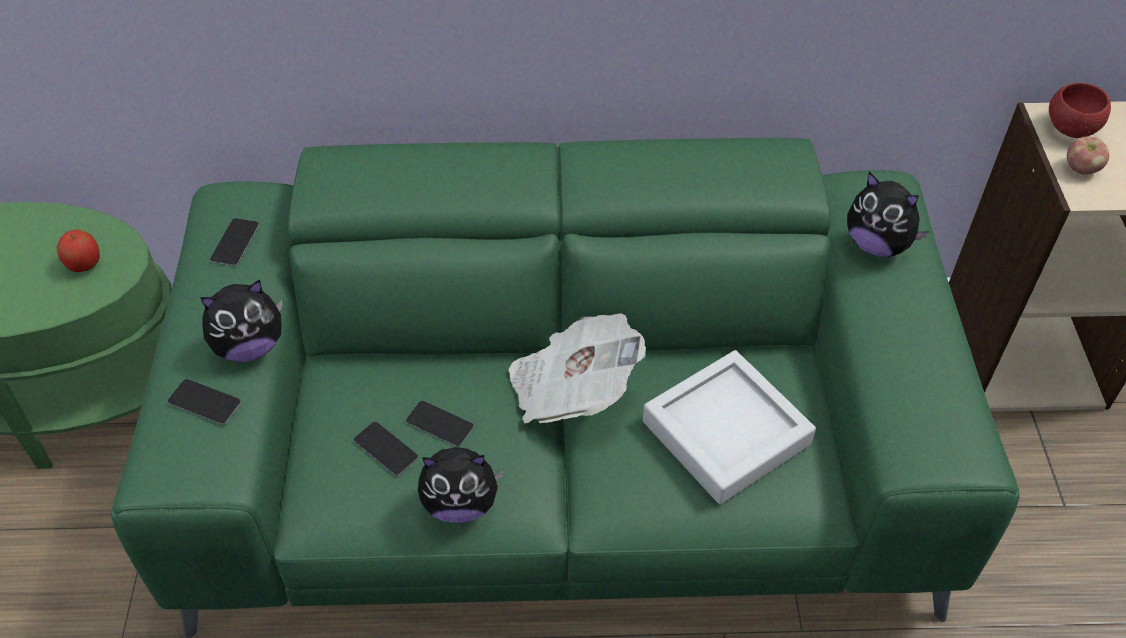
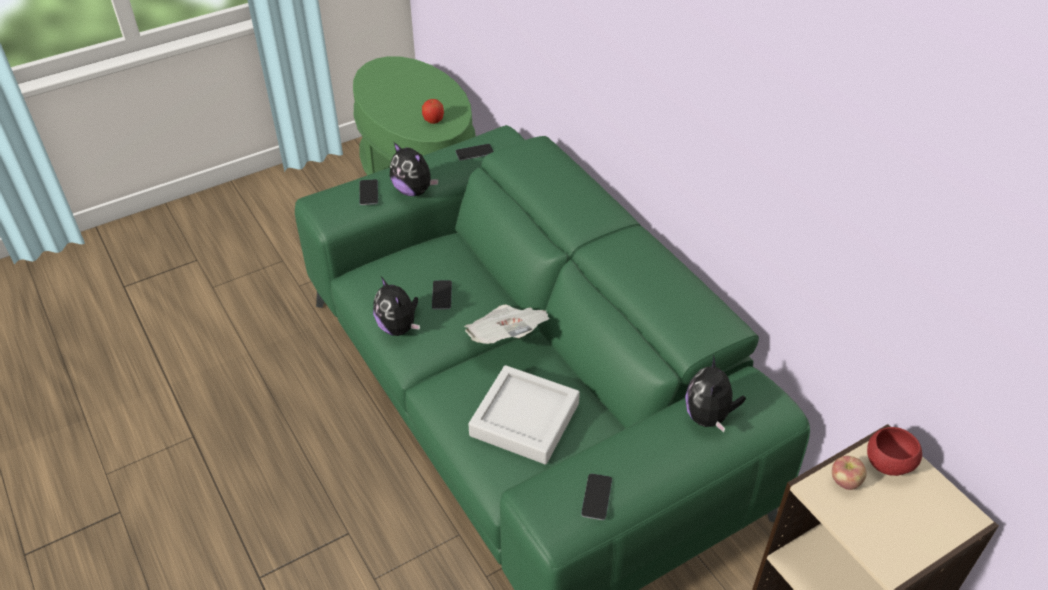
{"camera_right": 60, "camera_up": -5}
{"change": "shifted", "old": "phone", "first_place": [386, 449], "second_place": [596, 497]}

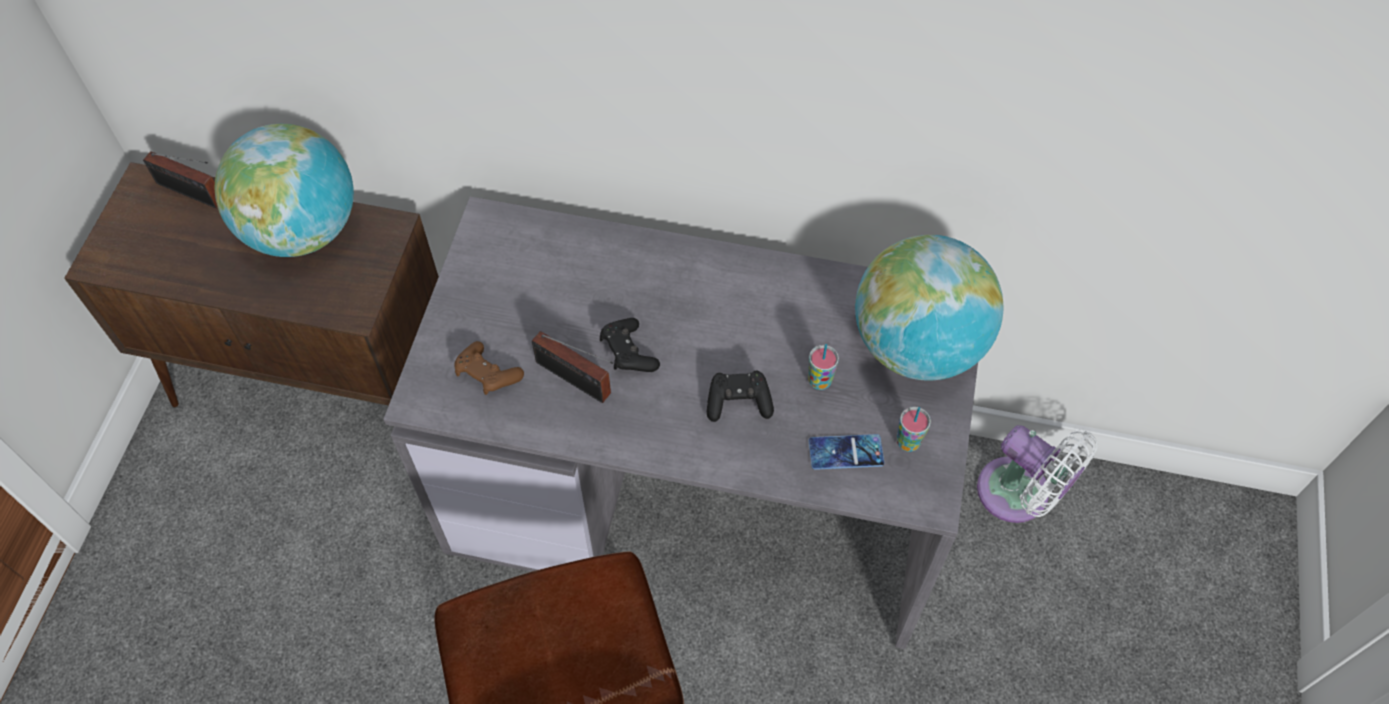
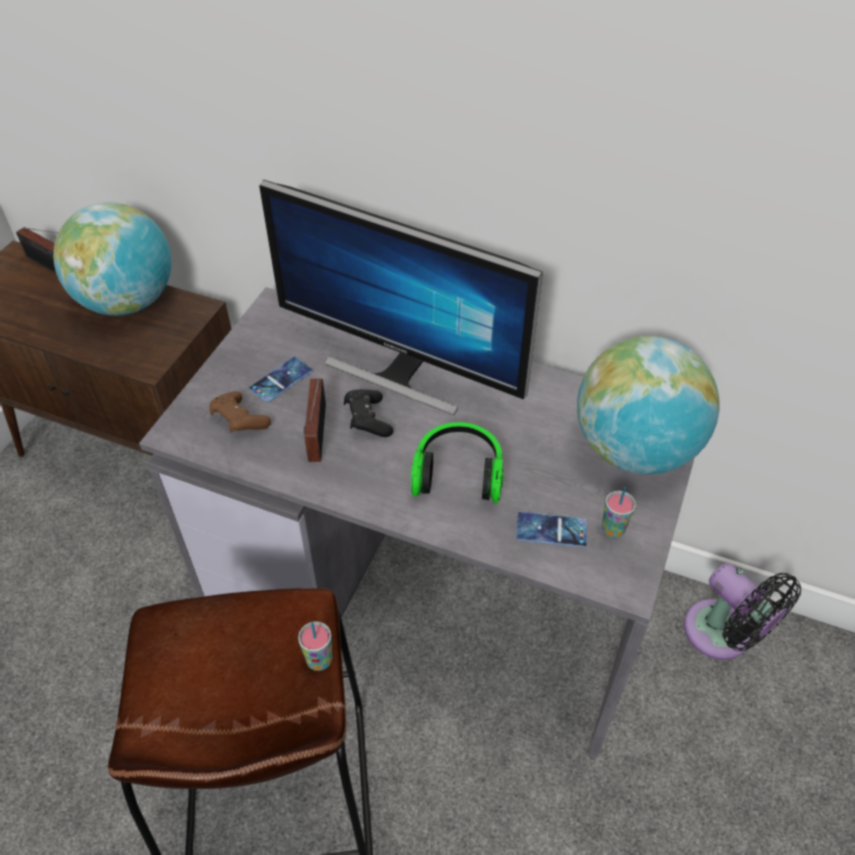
{"camera_right": 10, "camera_up": -10}
{"change": "new", "new": "phone", "second_place": [280, 380]}
{"change": "new", "new": "monitor", "second_place": [401, 298]}
{"change": "shifted", "old": "cup", "first_place": [823, 367], "second_place": [315, 646]}
{"change": "swapped", "old": "game controller (black)", "new": "headphones", "first_place": [740, 396], "second_place": [457, 463]}
{"change": "repainted", "old": "fan (white)", "new": "fan (black)", "first_place": [1037, 474], "second_place": [742, 611]}
{"change": "rotated", "old": "radio", "first_place": [572, 367], "second_place": [315, 420], "degrees": 45}

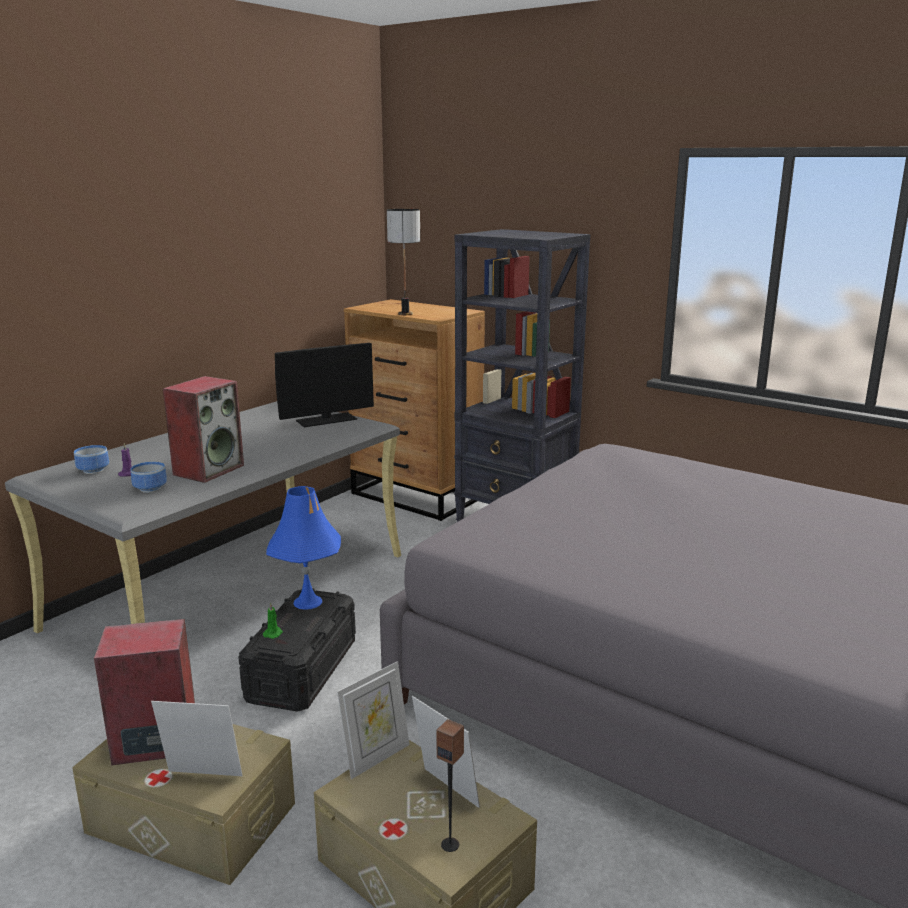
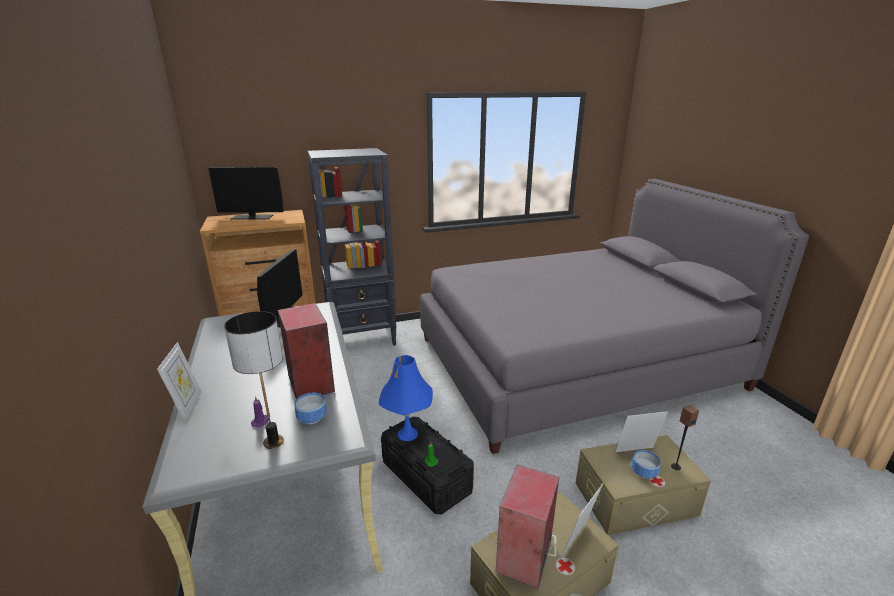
{"camera_right": -55, "camera_up": 5}
{"change": "new", "new": "monitor", "second_place": [246, 193]}
{"change": "shifted", "old": "bowl", "first_place": [91, 459], "second_place": [646, 464]}
{"change": "shifted", "old": "picture frame", "first_place": [373, 720], "second_place": [179, 382]}
{"change": "shifted", "old": "table lamp", "first_place": [403, 262], "second_place": [254, 380]}

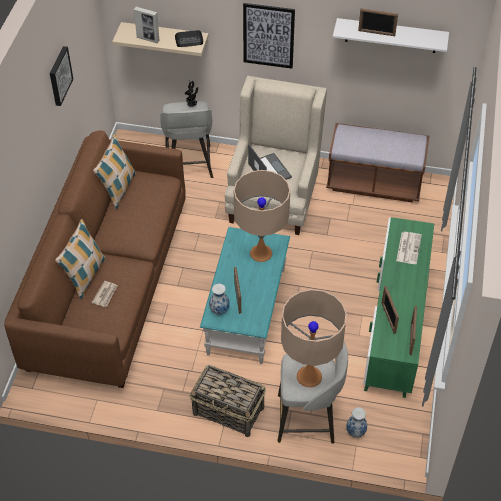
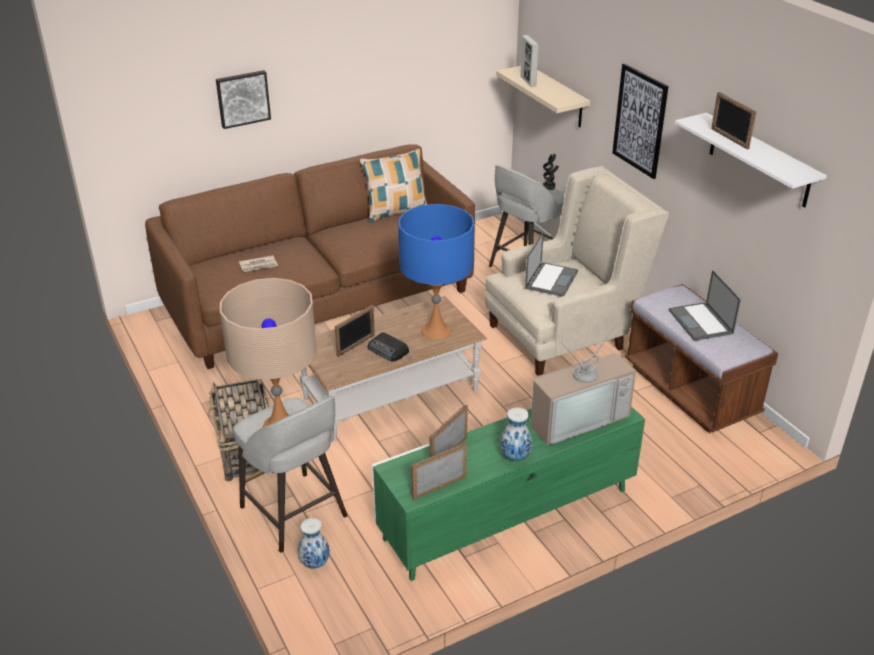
{"camera_right": 50, "camera_up": -15}
{"change": "gone", "old": "pillow", "first_place": [80, 259]}
{"change": "new", "new": "laptop", "second_place": [705, 305]}
{"change": "shifted", "old": "picture", "first_place": [61, 76], "second_place": [243, 99]}
{"change": "shifted", "old": "radio", "first_place": [189, 38], "second_place": [388, 347]}
{"change": "shifted", "old": "vase", "first_place": [219, 299], "second_place": [516, 434]}
{"change": "swapped", "old": "newspaper", "new": "television", "first_place": [409, 248], "second_place": [583, 384]}
{"change": "repainted", "old": "coffee table (turquoise)", "new": "coffee table (brown)", "first_place": [245, 295], "second_place": [393, 368]}
{"change": "repainted", "old": "table lamp (beige)", "new": "table lamp (blue)", "first_place": [262, 216], "second_place": [436, 272]}

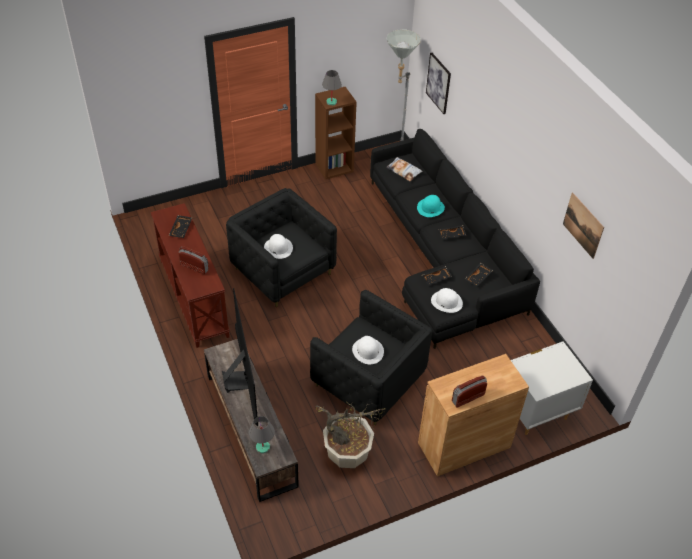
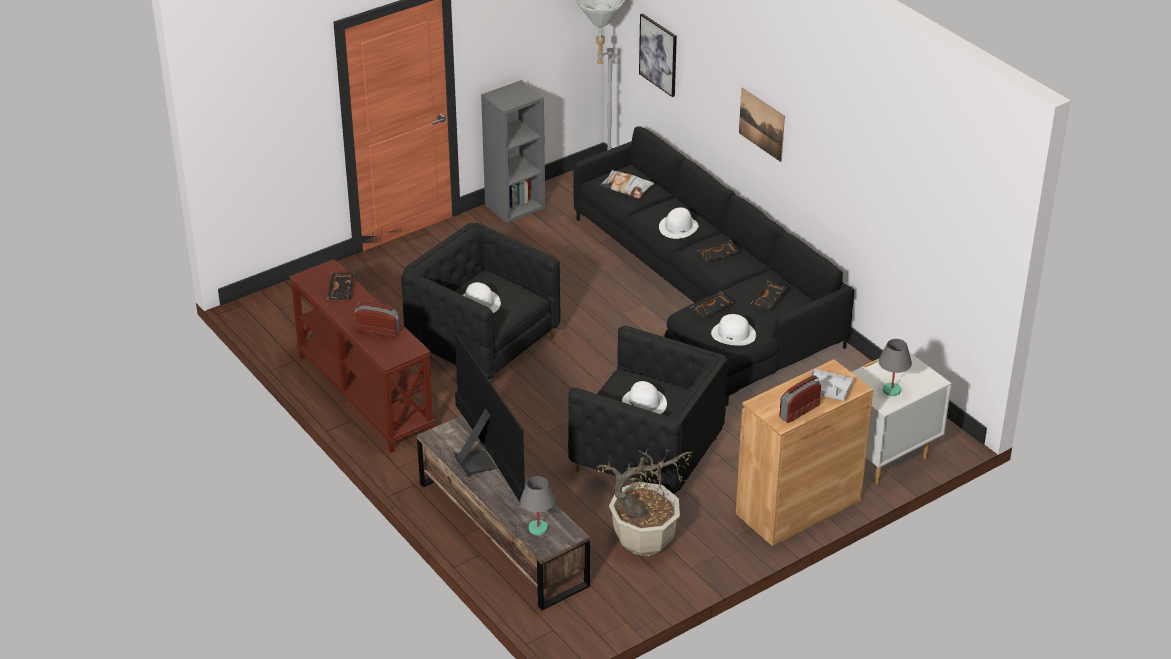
{"camera_right": -10, "camera_up": -10}
{"change": "new", "new": "tray (grey)", "second_place": [831, 385]}
{"change": "shifted", "old": "table lamp (grey)", "first_place": [332, 88], "second_place": [895, 367]}
{"change": "shifted", "old": "picture", "first_place": [583, 225], "second_place": [762, 125]}
{"change": "repainted", "old": "bookcase (brown)", "new": "bookcase (grey)", "first_place": [336, 133], "second_place": [513, 151]}
{"change": "repainted", "old": "hat (turquoise)", "new": "hat (white)", "first_place": [431, 206], "second_place": [678, 223]}

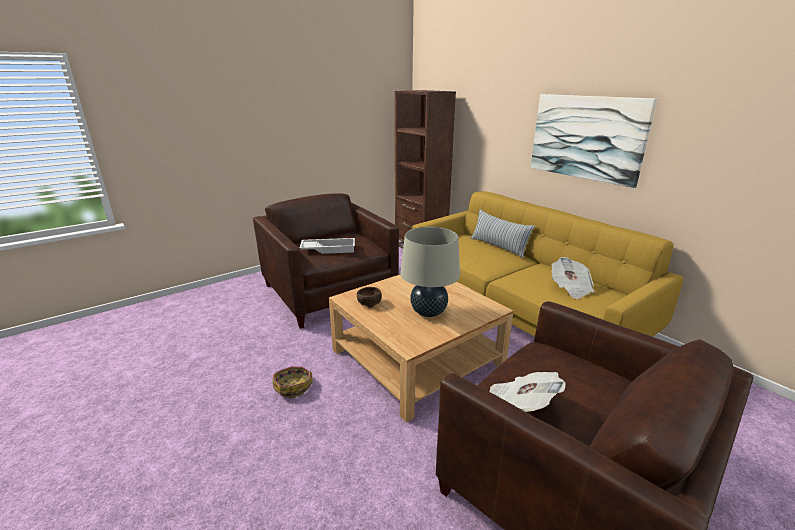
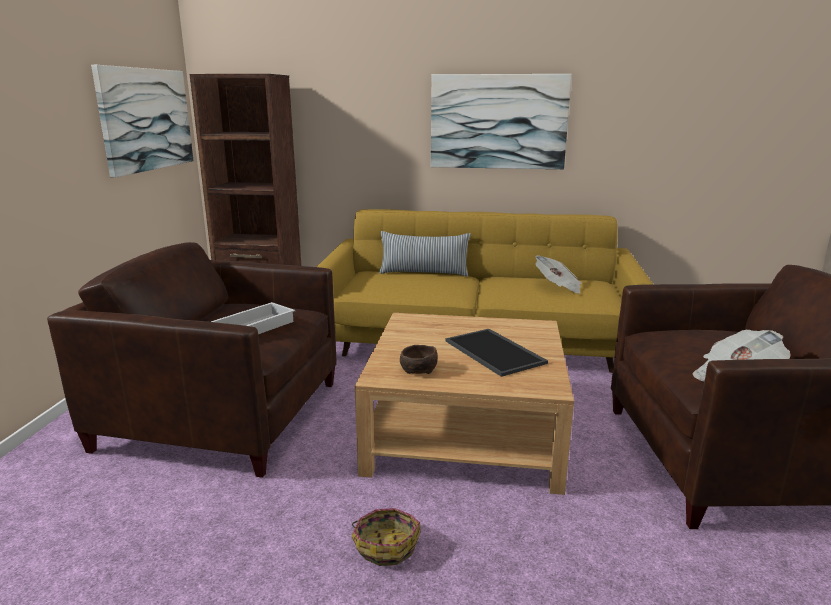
{"camera_right": -45, "camera_up": -5}
{"change": "new", "new": "picture", "second_place": [142, 121]}
{"change": "swapped", "old": "table lamp (beige)", "new": "tray", "first_place": [430, 272], "second_place": [497, 353]}

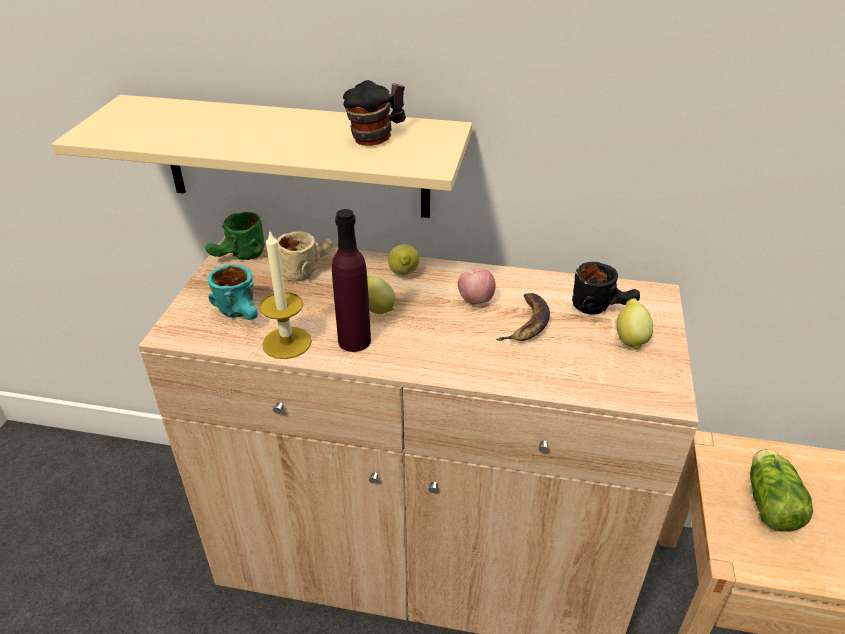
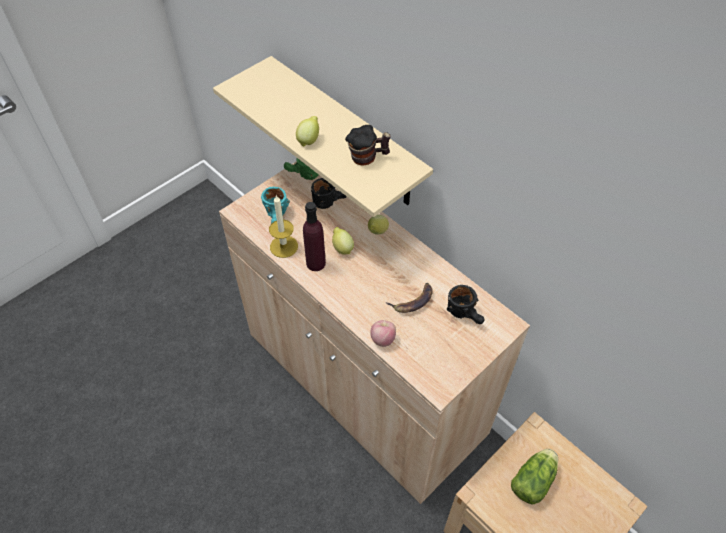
{"camera_right": 35, "camera_up": 15}
{"change": "shifted", "old": "apple", "first_place": [476, 286], "second_place": [383, 333]}
{"change": "shifted", "old": "lemon", "first_place": [634, 324], "second_place": [307, 131]}
{"change": "repainted", "old": "mug (beige)", "new": "mug (black)", "first_place": [305, 256], "second_place": [329, 193]}

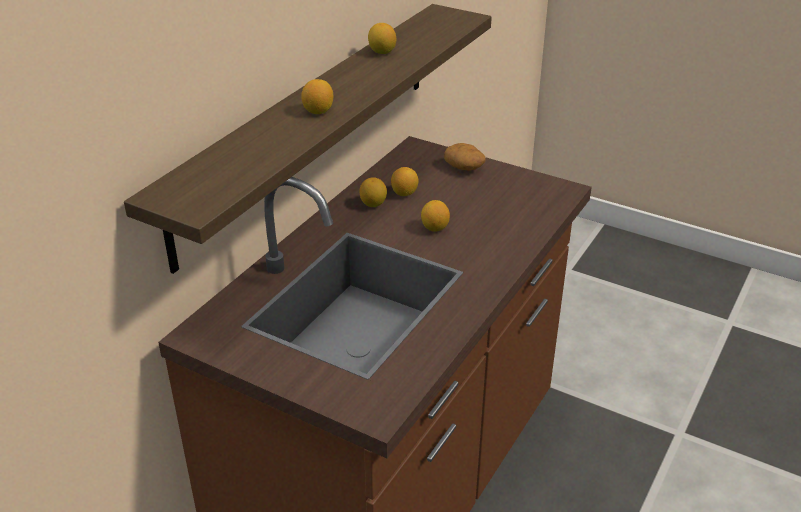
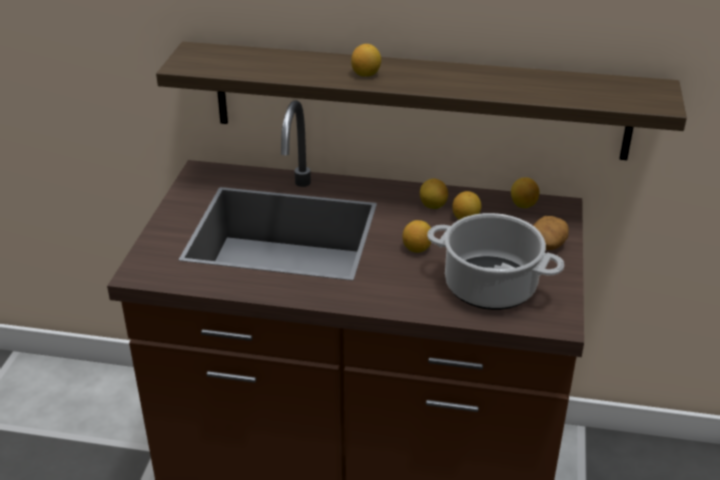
{"camera_right": 70, "camera_up": 0}
{"change": "new", "new": "cooking pot", "second_place": [495, 261]}
{"change": "shifted", "old": "lemon", "first_place": [382, 38], "second_place": [525, 192]}

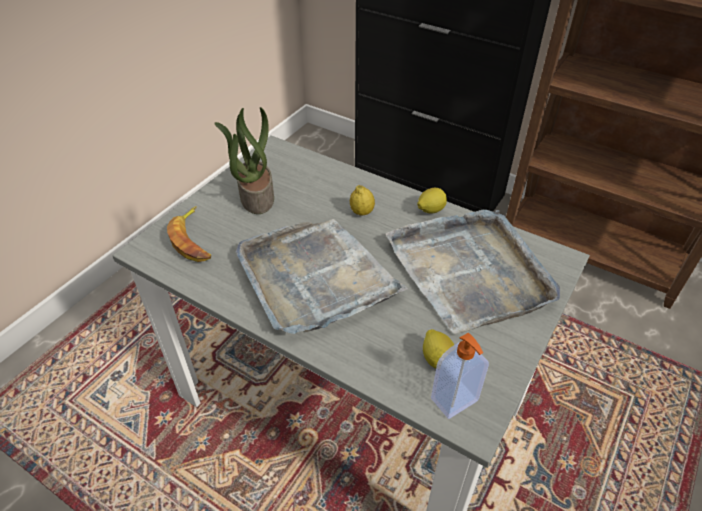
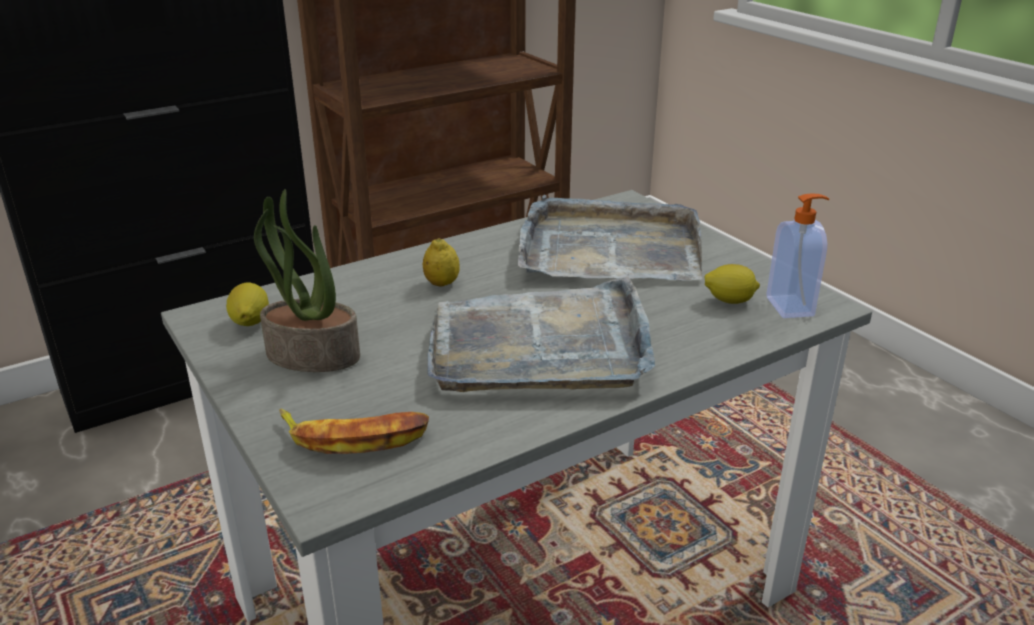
{"camera_right": -65, "camera_up": -15}
{"change": "shifted", "old": "lemon", "first_place": [432, 201], "second_place": [247, 304]}

